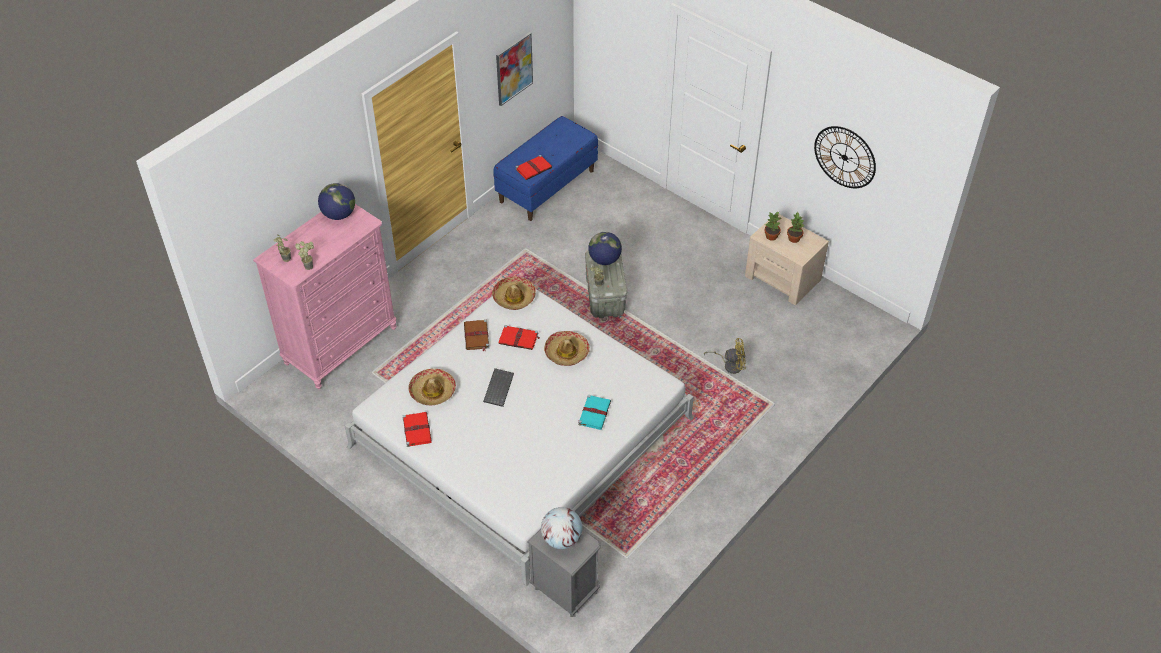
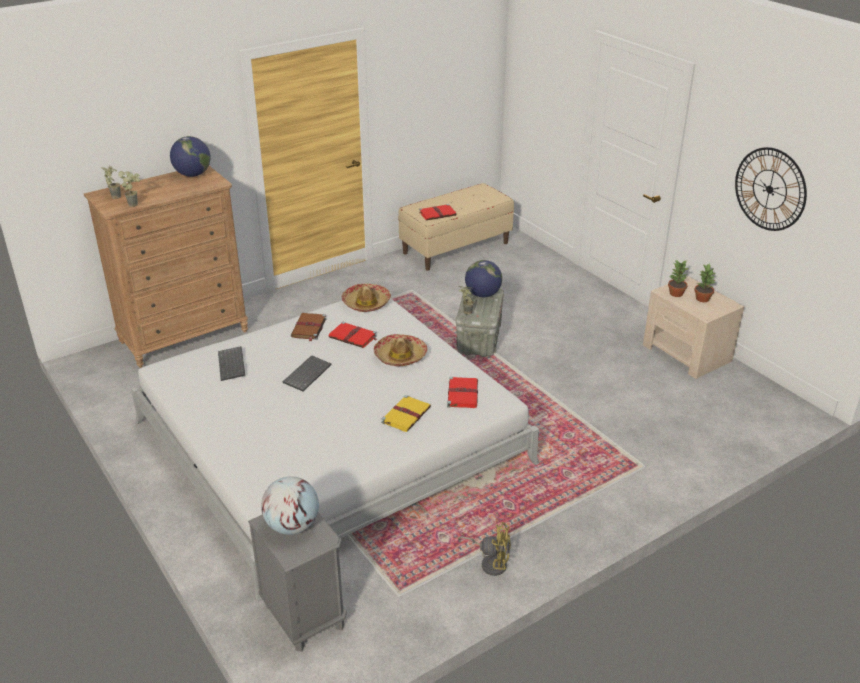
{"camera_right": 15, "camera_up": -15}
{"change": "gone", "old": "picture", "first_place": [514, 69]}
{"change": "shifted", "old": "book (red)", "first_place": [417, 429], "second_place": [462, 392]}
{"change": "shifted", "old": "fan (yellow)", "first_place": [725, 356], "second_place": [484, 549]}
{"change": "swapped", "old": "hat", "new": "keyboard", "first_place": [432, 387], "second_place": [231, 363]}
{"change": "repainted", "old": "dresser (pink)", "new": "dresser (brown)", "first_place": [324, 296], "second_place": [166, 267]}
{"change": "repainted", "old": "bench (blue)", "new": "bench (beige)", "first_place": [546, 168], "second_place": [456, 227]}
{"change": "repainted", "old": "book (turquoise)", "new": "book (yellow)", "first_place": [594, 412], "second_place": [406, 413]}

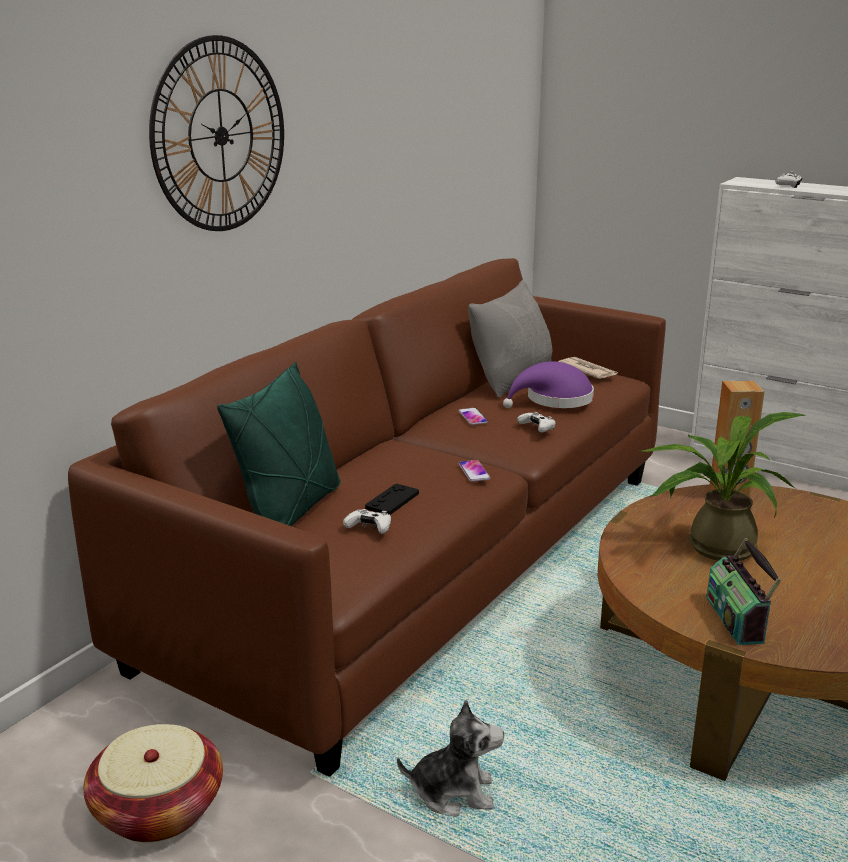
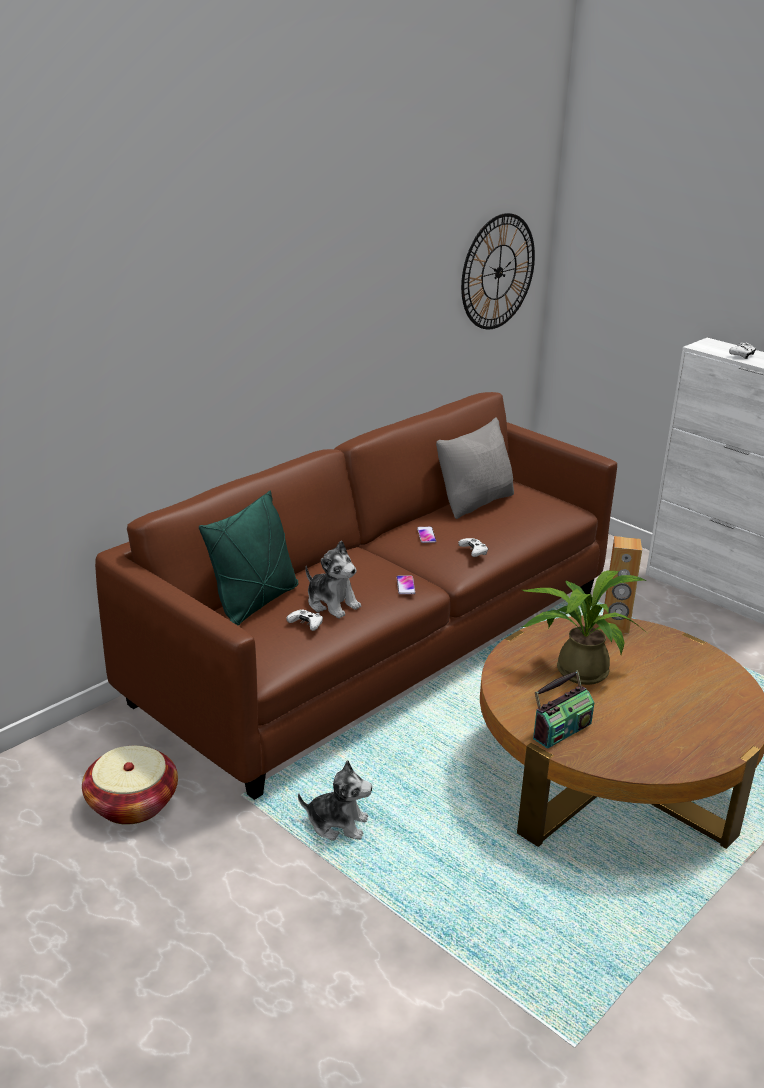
{"camera_right": 10, "camera_up": 5}
{"change": "gone", "old": "hat (purple)", "first_place": [548, 384]}
{"change": "gone", "old": "newspaper", "first_place": [588, 368]}
{"change": "shifted", "old": "wall clock", "first_place": [216, 133], "second_place": [498, 271]}
{"change": "swapped", "old": "game controller (black)", "new": "plush toy", "first_place": [392, 499], "second_place": [333, 580]}
{"change": "rotated", "old": "radio", "first_place": [743, 591], "second_place": [564, 709], "degrees": -135}

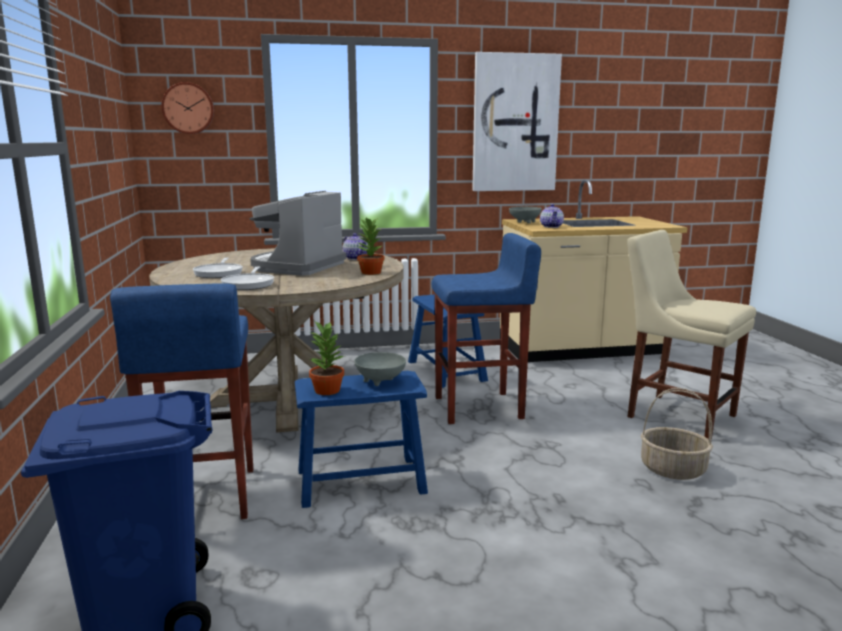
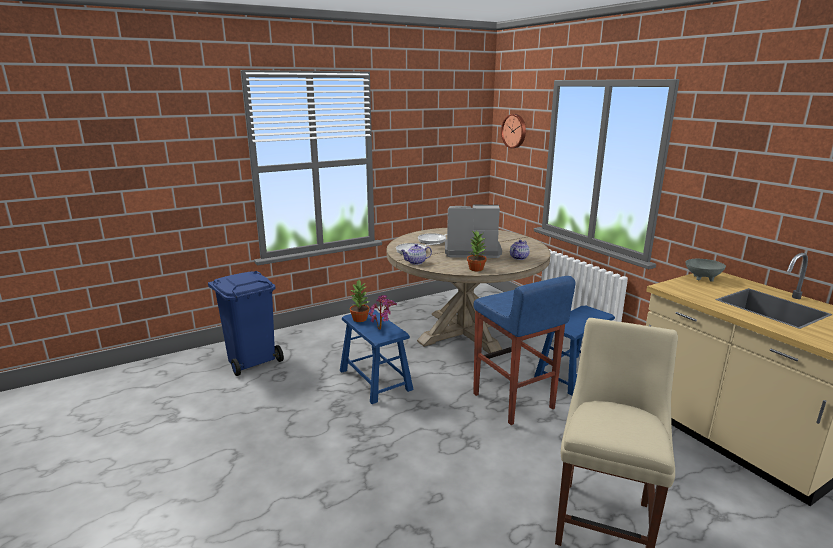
{"camera_right": 70, "camera_up": 5}
{"change": "gone", "old": "stool (blue)", "first_place": [181, 401]}
{"change": "gone", "old": "picture", "first_place": [517, 121]}
{"change": "gone", "old": "basket", "first_place": [677, 434]}
{"change": "shifted", "old": "teapot", "first_place": [552, 216], "second_place": [416, 254]}
{"change": "swapped", "old": "bowl (grey)", "new": "potted plant", "first_place": [380, 369], "second_place": [382, 312]}

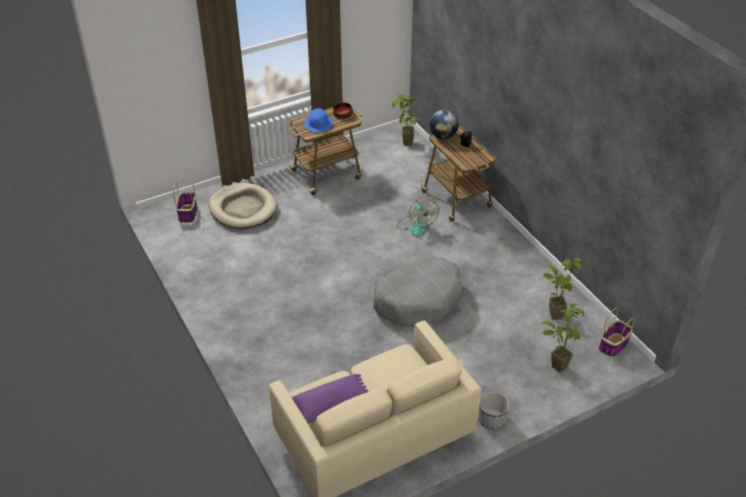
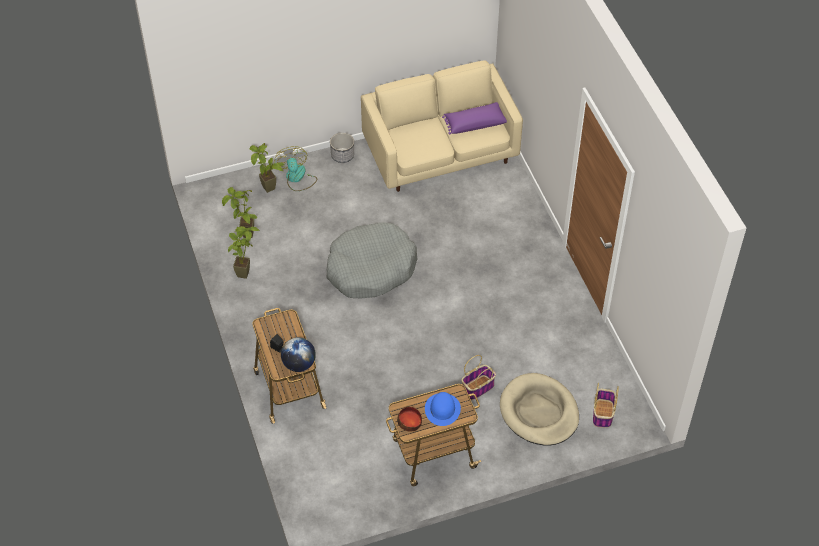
{"camera_right": -170, "camera_up": 10}
{"change": "shifted", "old": "potted plant", "first_place": [406, 119], "second_place": [244, 252]}
{"change": "shifted", "old": "fan", "first_place": [418, 217], "second_place": [295, 168]}
{"change": "shifted", "old": "basket", "first_place": [617, 332], "second_place": [479, 377]}

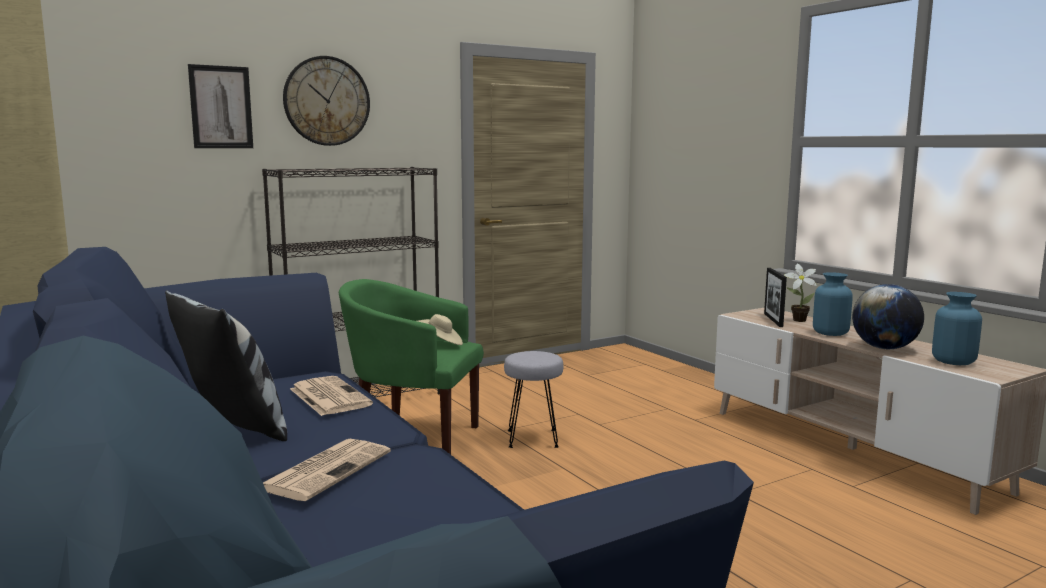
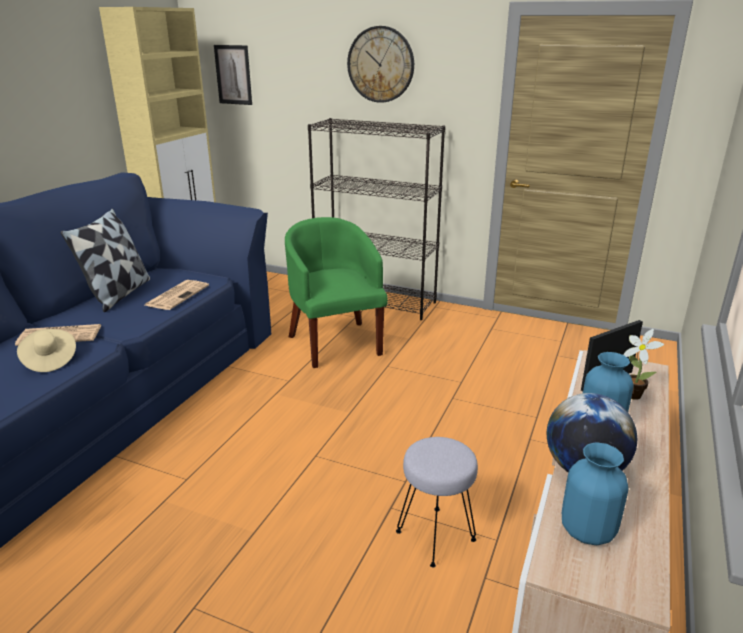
{"camera_right": 55, "camera_up": 15}
{"change": "shifted", "old": "picture", "first_place": [220, 106], "second_place": [233, 75]}
{"change": "shifted", "old": "hat (beige)", "first_place": [440, 329], "second_place": [46, 350]}
{"change": "shifted", "old": "stool (grey)", "first_place": [533, 399], "second_place": [437, 502]}

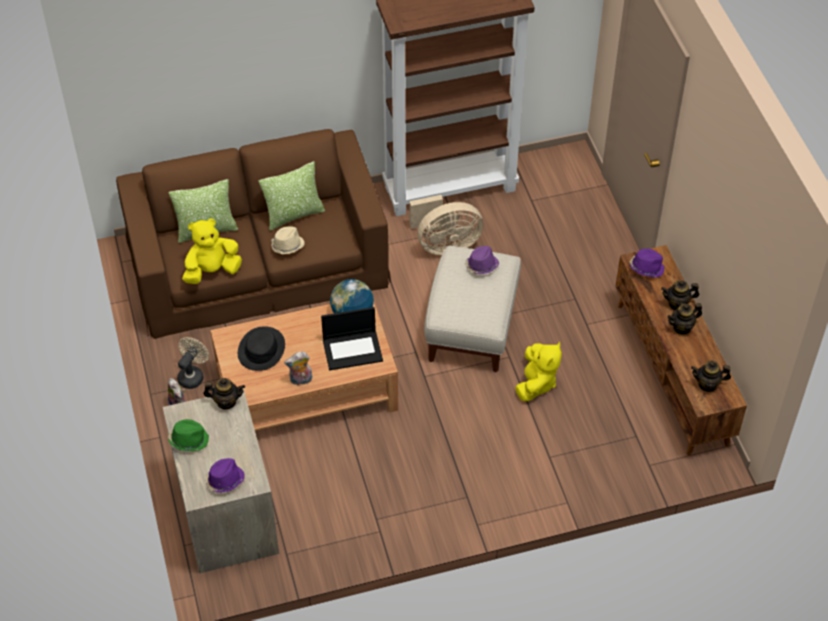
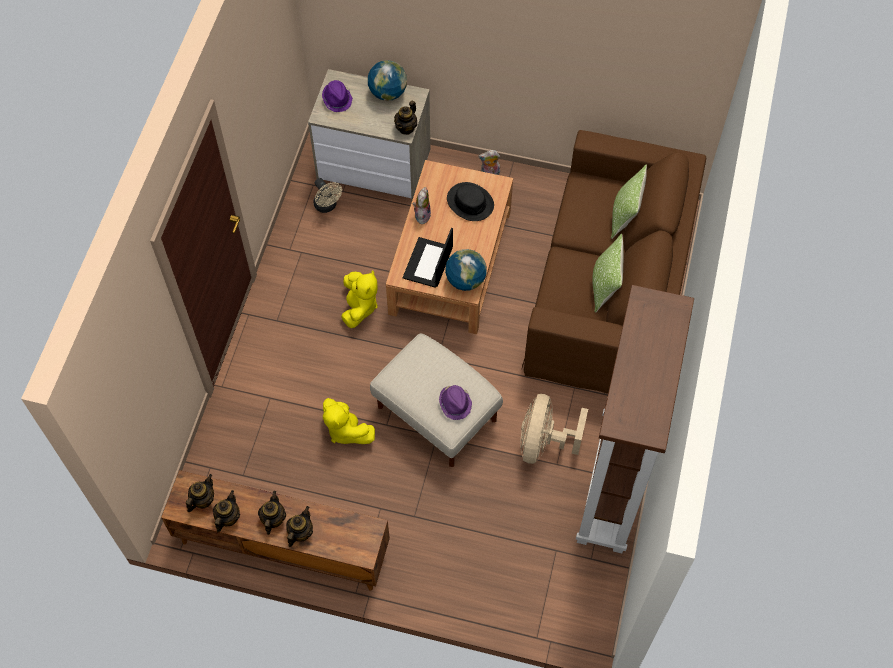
{"camera_right": 120, "camera_up": 10}
{"change": "gone", "old": "hat (beige)", "first_place": [288, 240]}
{"change": "gone", "old": "hat (purple)", "first_place": [647, 263]}
{"change": "new", "new": "teapot", "second_place": [226, 511]}
{"change": "shifted", "old": "fan (beige)", "first_place": [193, 363], "second_place": [327, 195]}
{"change": "shifted", "old": "plush toy (yellow)", "first_place": [212, 251], "second_place": [359, 299]}
{"change": "swapped", "old": "hat (green)", "new": "globe", "first_place": [188, 435], "second_place": [387, 80]}

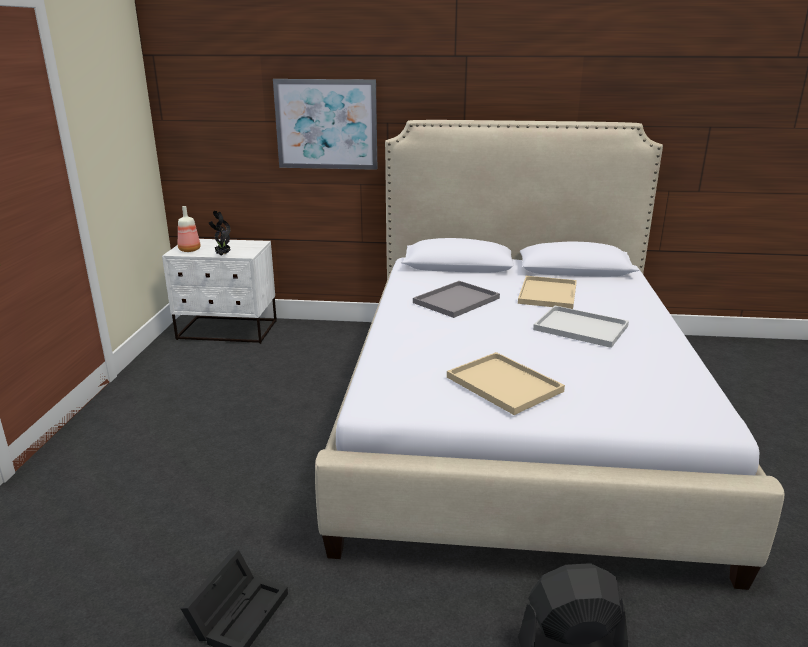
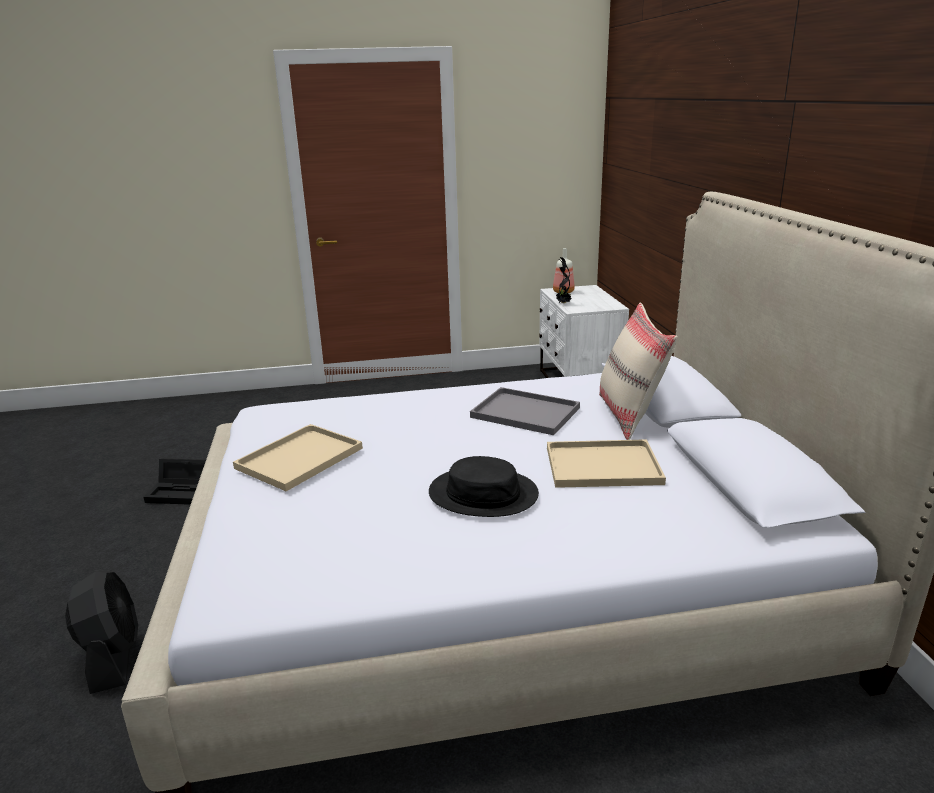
{"camera_right": 75, "camera_up": 0}
{"change": "gone", "old": "picture", "first_place": [325, 124]}
{"change": "new", "new": "pillow (beige)", "second_place": [638, 371]}
{"change": "swapped", "old": "tray (white)", "new": "hat (black)", "first_place": [581, 326], "second_place": [484, 486]}

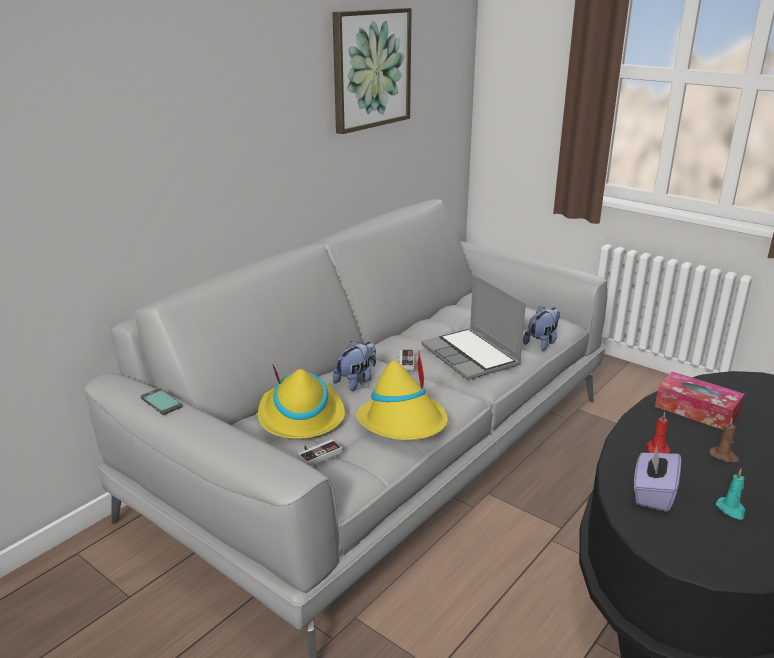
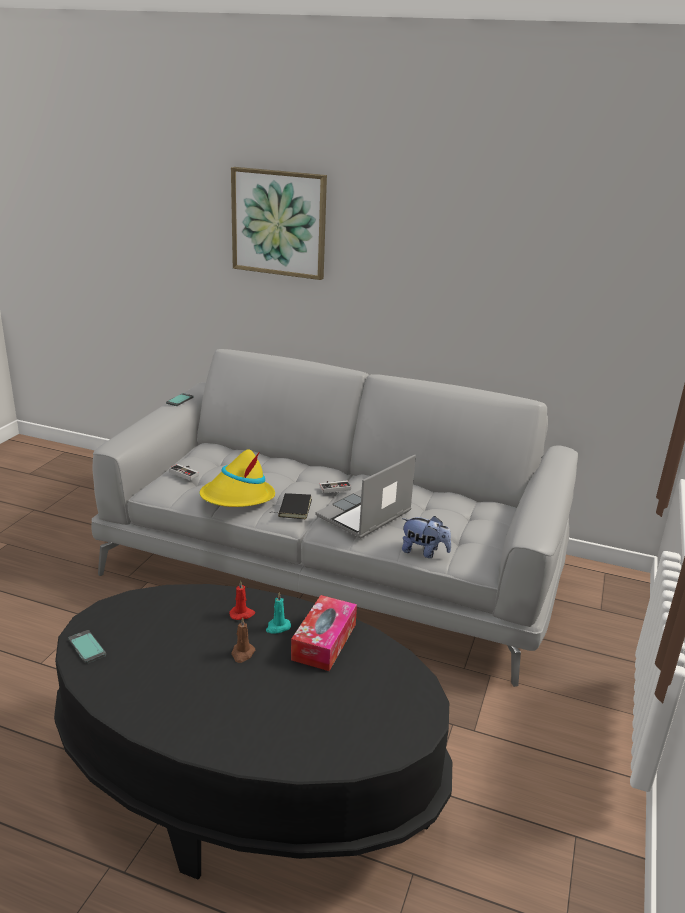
{"camera_right": 70, "camera_up": 0}
{"change": "gone", "old": "hat (yellow)", "first_place": [301, 401]}
{"change": "gone", "old": "plush toy", "first_place": [354, 366]}
{"change": "gone", "old": "tissue box (purple)", "first_place": [657, 478]}
{"change": "new", "new": "phone", "second_place": [87, 647]}
{"change": "new", "new": "book (black)", "second_place": [291, 506]}
{"change": "shifted", "old": "picture", "first_place": [372, 71], "second_place": [279, 223]}
{"change": "shifted", "old": "candle (turquoise)", "first_place": [731, 494], "second_place": [278, 612]}

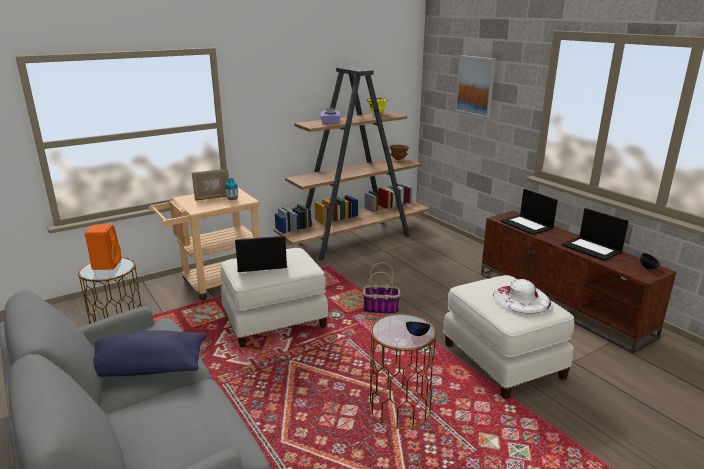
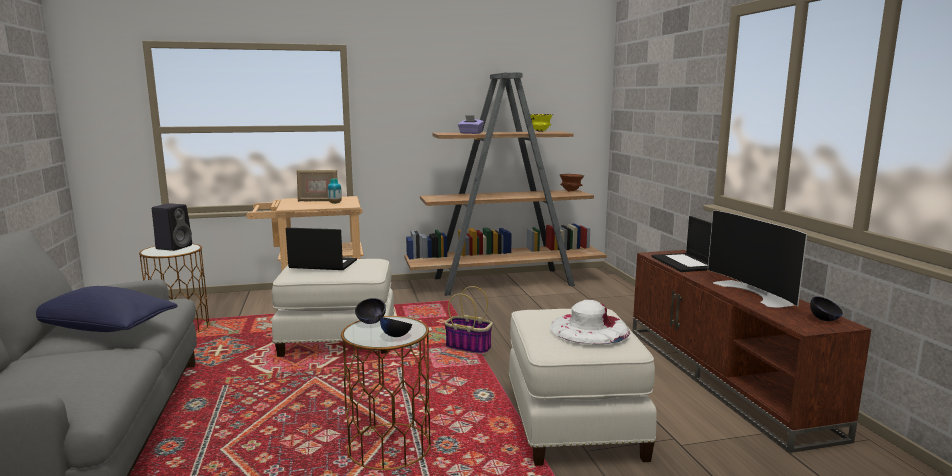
{"camera_right": 20, "camera_up": -10}
{"change": "gone", "old": "picture", "first_place": [475, 86]}
{"change": "new", "new": "bowl (black)", "second_place": [370, 311]}
{"change": "swapped", "old": "laptop", "new": "television", "first_place": [595, 234], "second_place": [757, 259]}
{"change": "repainted", "old": "speaker (orange)", "new": "speaker (black)", "first_place": [103, 247], "second_place": [172, 227]}

